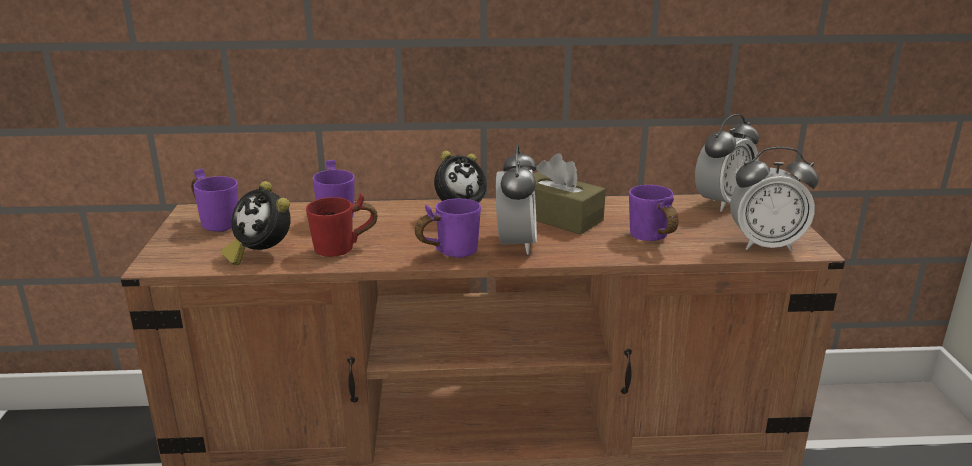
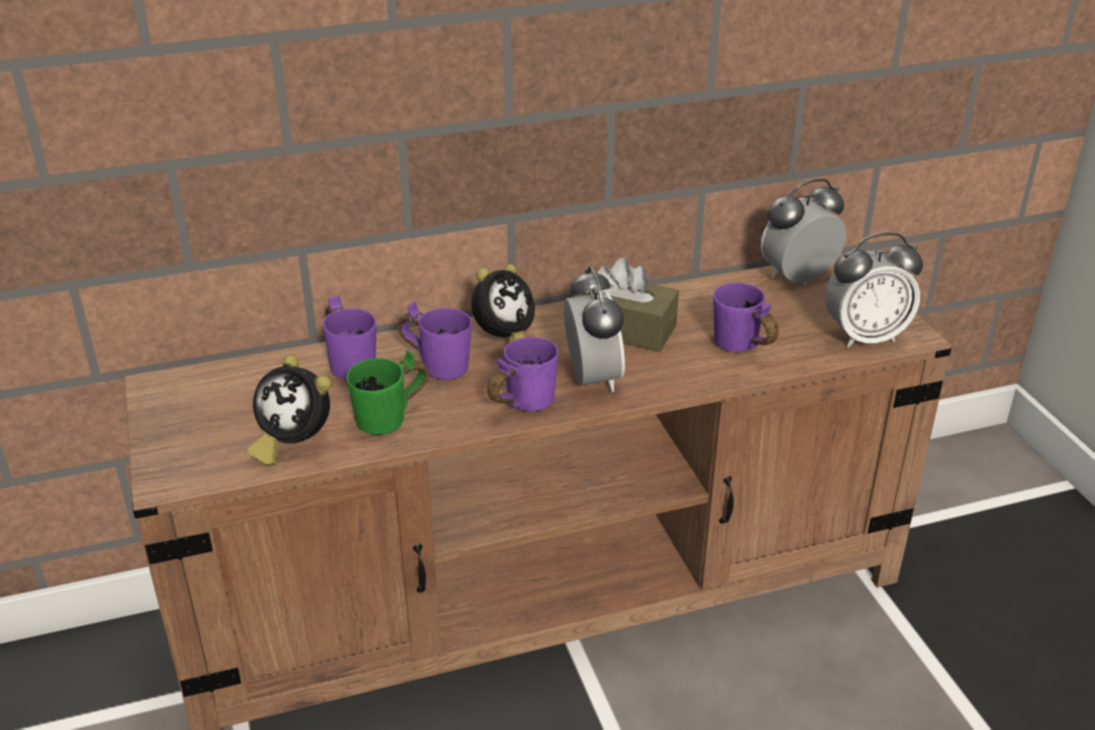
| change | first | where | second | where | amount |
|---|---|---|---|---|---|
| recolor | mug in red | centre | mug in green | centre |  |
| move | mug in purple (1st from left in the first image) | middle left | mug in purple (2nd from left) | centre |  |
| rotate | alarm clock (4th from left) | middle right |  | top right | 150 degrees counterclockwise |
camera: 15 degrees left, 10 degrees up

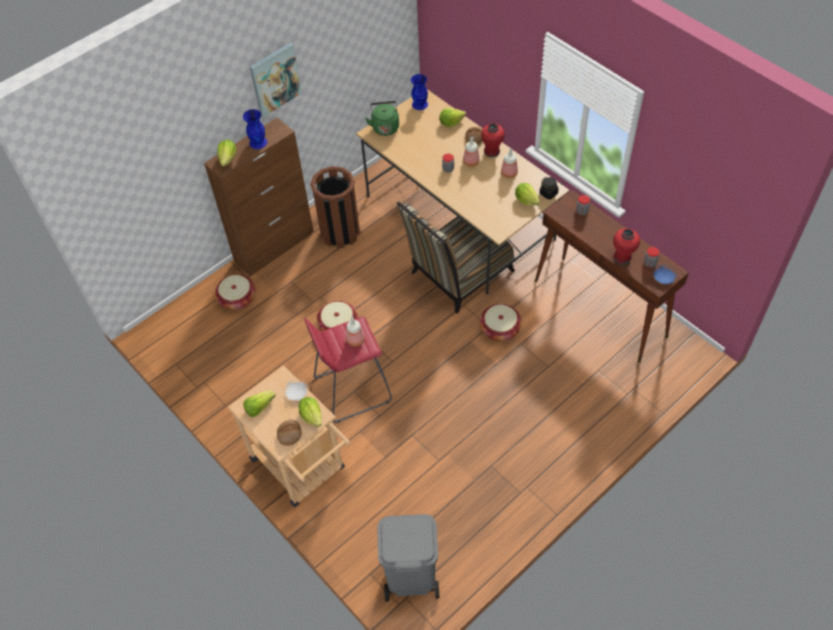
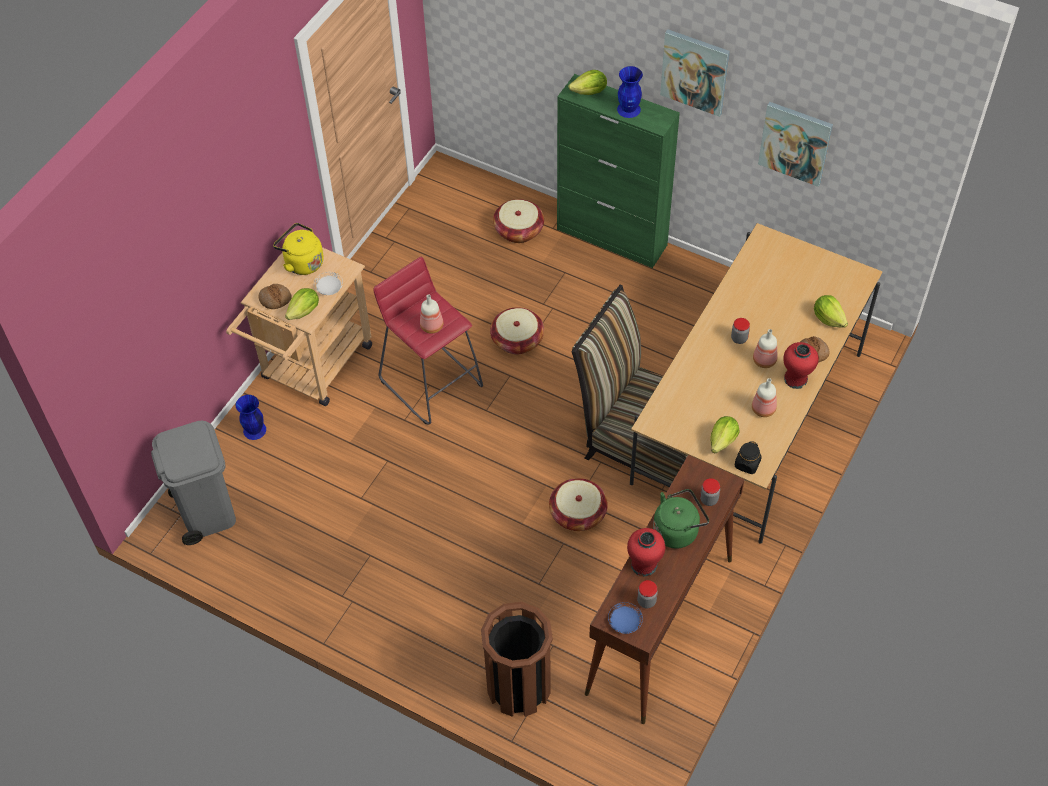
| change | first | where | second | where | amount |
|---|---|---|---|---|---|
| move | vase in blue (2nd from left in the first image) | top centre | vase in blue (1st from left) | middle left |  |
| replace | lettuce (2nd from left) | middle left | kettle in yellow | top left |  |
| move | trash can in brown | top centre |  | bottom centre |  |
| recolor | cabinet in brown | top left | cabinet in green | top centre |  |
| move | kettle in green | top centre |  | centre |  |
| insert |  |  | picture (2nd from left) | top right |  |
camera: 70 degrees right, 0 degrees up

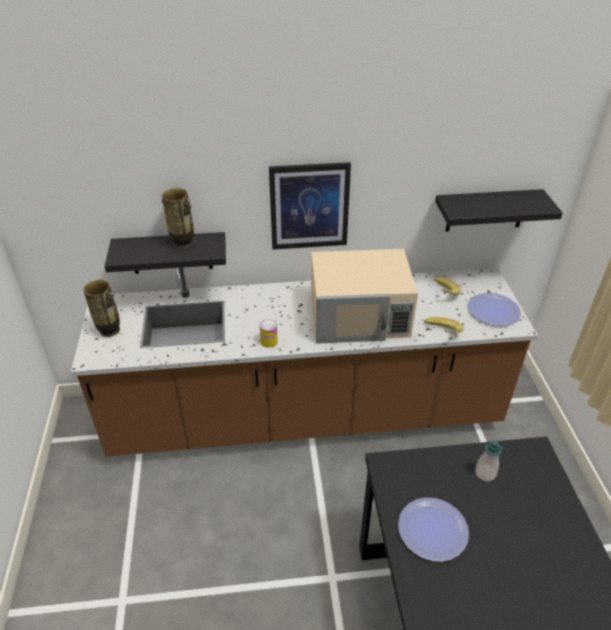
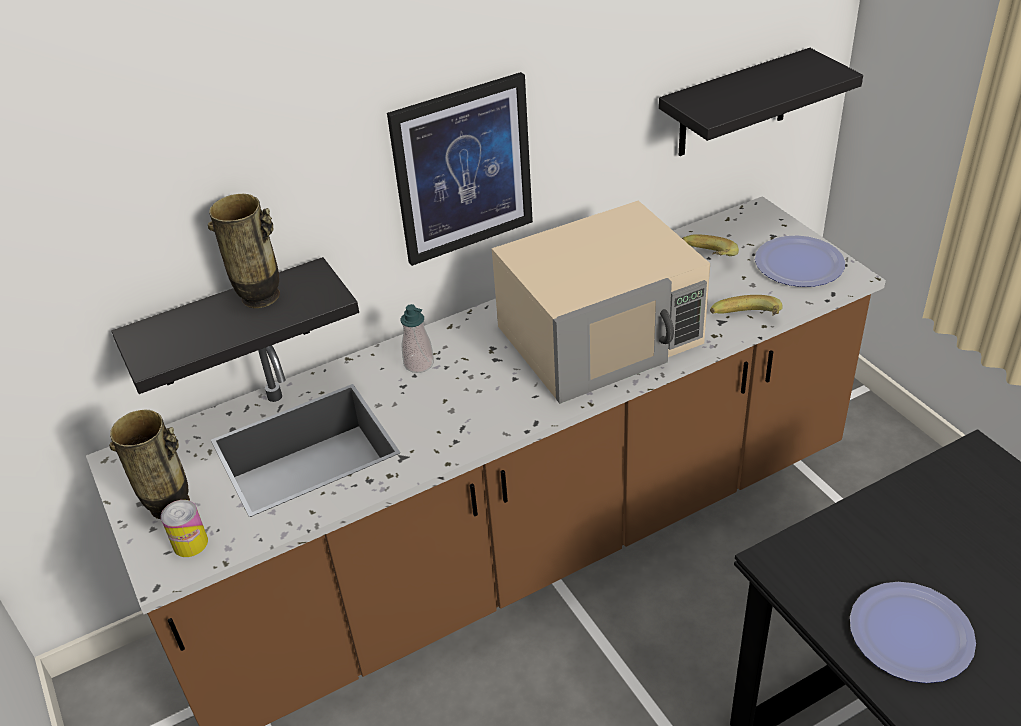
| change | first | where | second | where | amount |
|---|---|---|---|---|---|
| move | can | centre |  | bottom left |  |
| move | soap dispenser | bottom right |  | centre |  |
camera: 20 degrees left, 0 degrees up

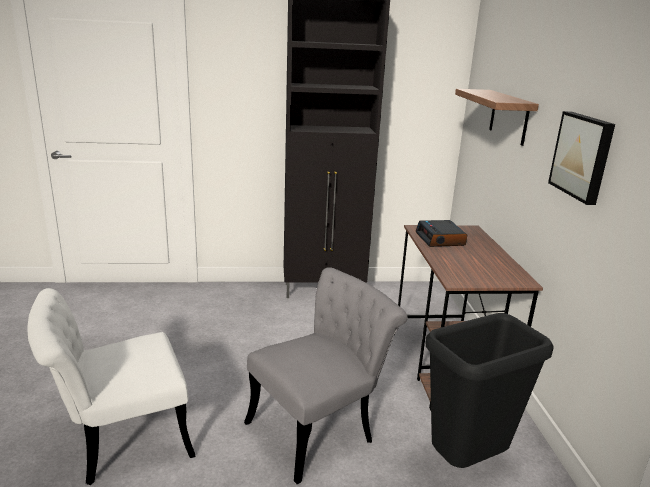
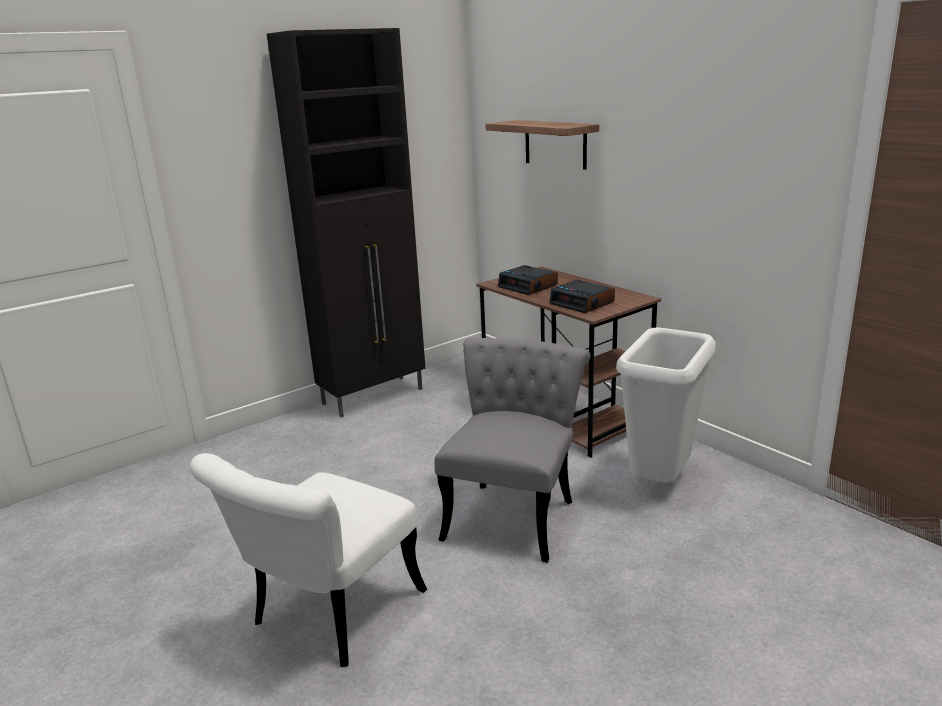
| change | first | where | second | where | amount |
|---|---|---|---|---|---|
| insert |  |  | alarm clock (2nd from left) | centre |  |
| recolor | trash can in black | bottom right | trash can in white | middle right |  |
| delete | picture | top right |  |  |  |
camera: 30 degrees left, 0 degrees up

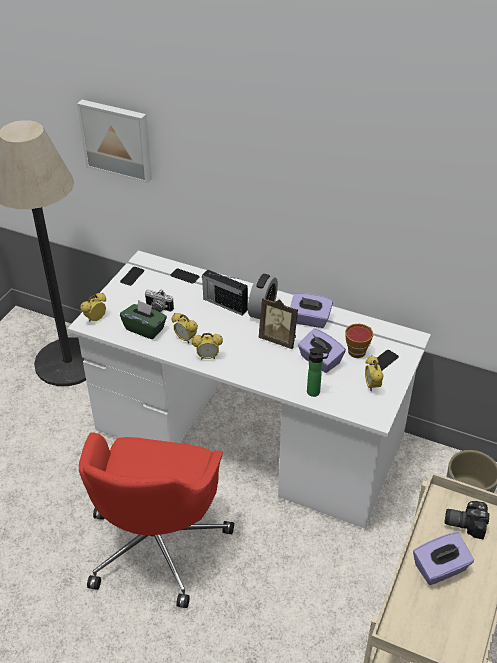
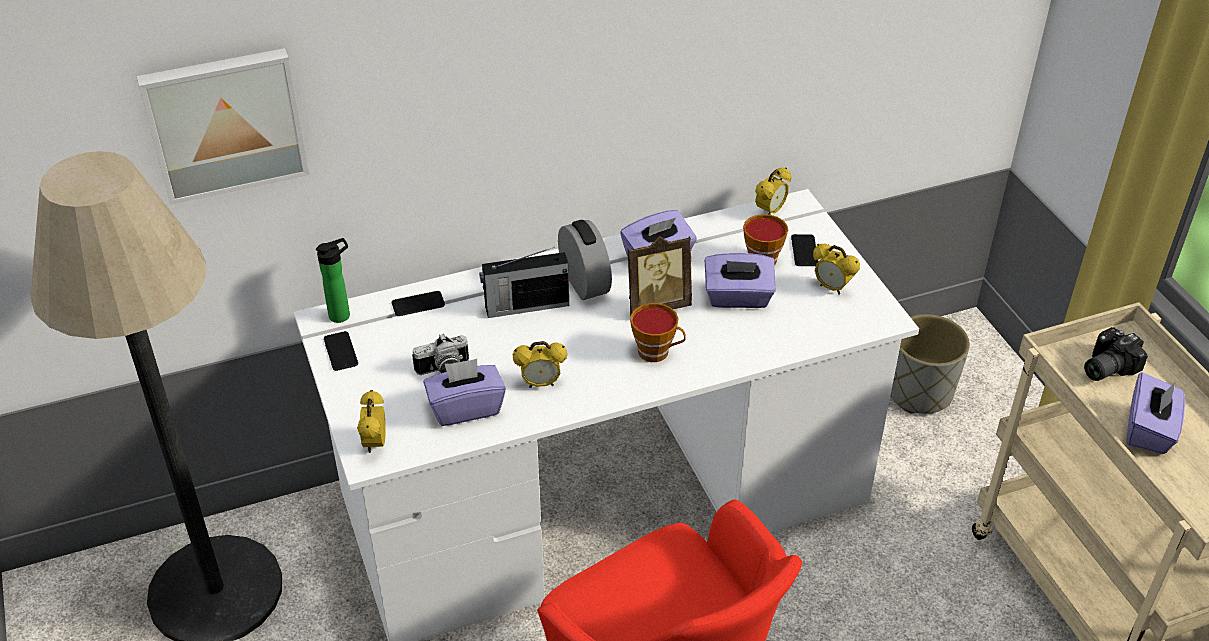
| change | first | where | second | where | amount |
|---|---|---|---|---|---|
| move | bottle | centre |  | middle left |  |
| recolor | tissue box in green | middle left | tissue box in purple (1st from left) | centre |  |
| insert |  |  | cup (1st from left) | centre |  |
| move | alarm clock (3rd from left in the first image) | centre | alarm clock (4th from left) | top centre |  |
camera: 45 degrees left, 0 degrees up

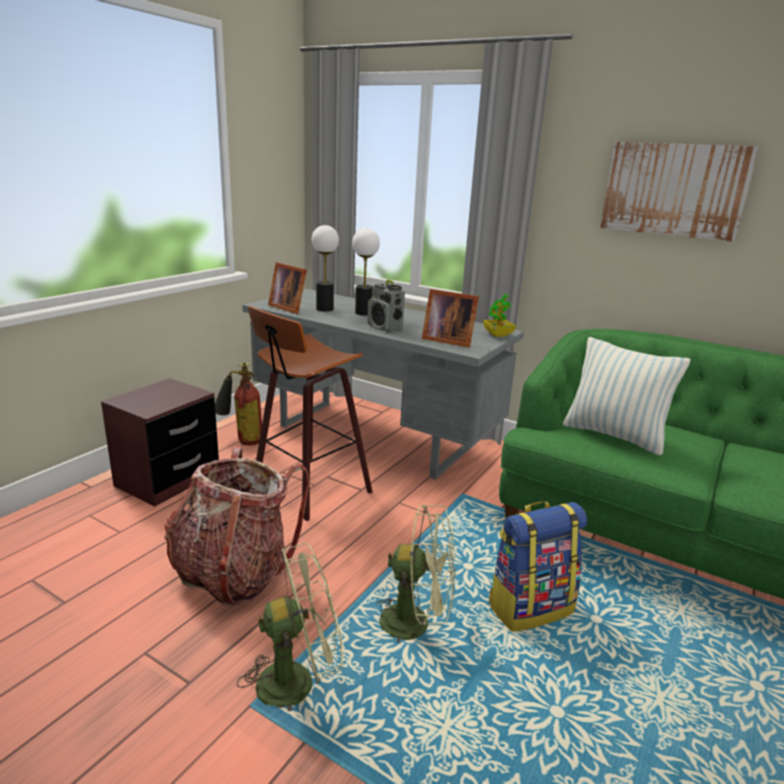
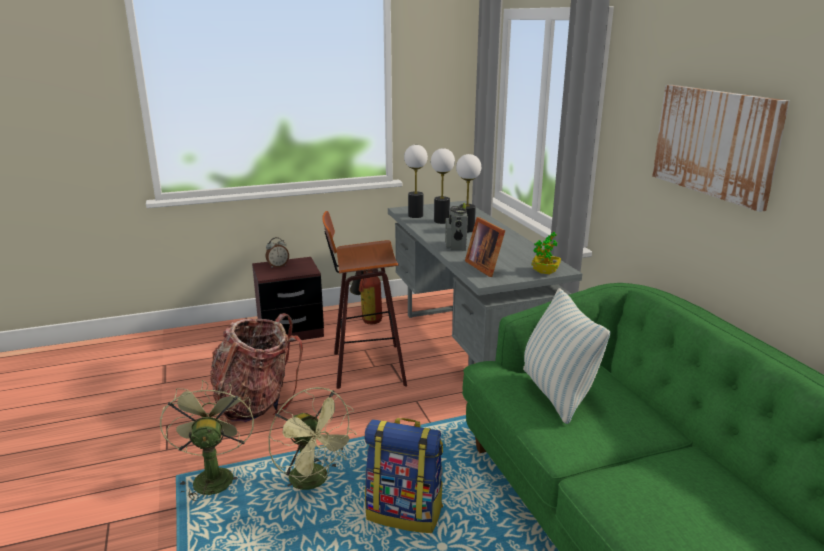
| change | first | where | second | where | amount |
|---|---|---|---|---|---|
| rotate | fan in green (1st from left) | bottom centre |  | bottom left | 120 degrees counterclockwise |
| insert |  |  | alarm clock | centre |  |
| replace | picture frame (1st from left) | centre | table lamp (1st from left) | top centre |  |
camera: 40 degrees right, 0 degrees up

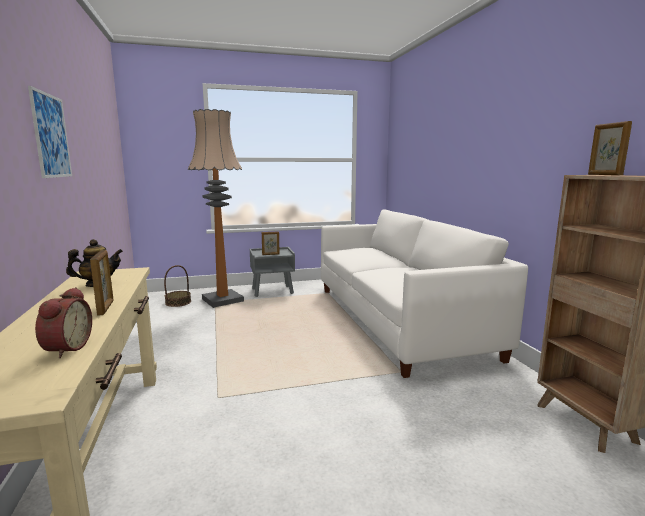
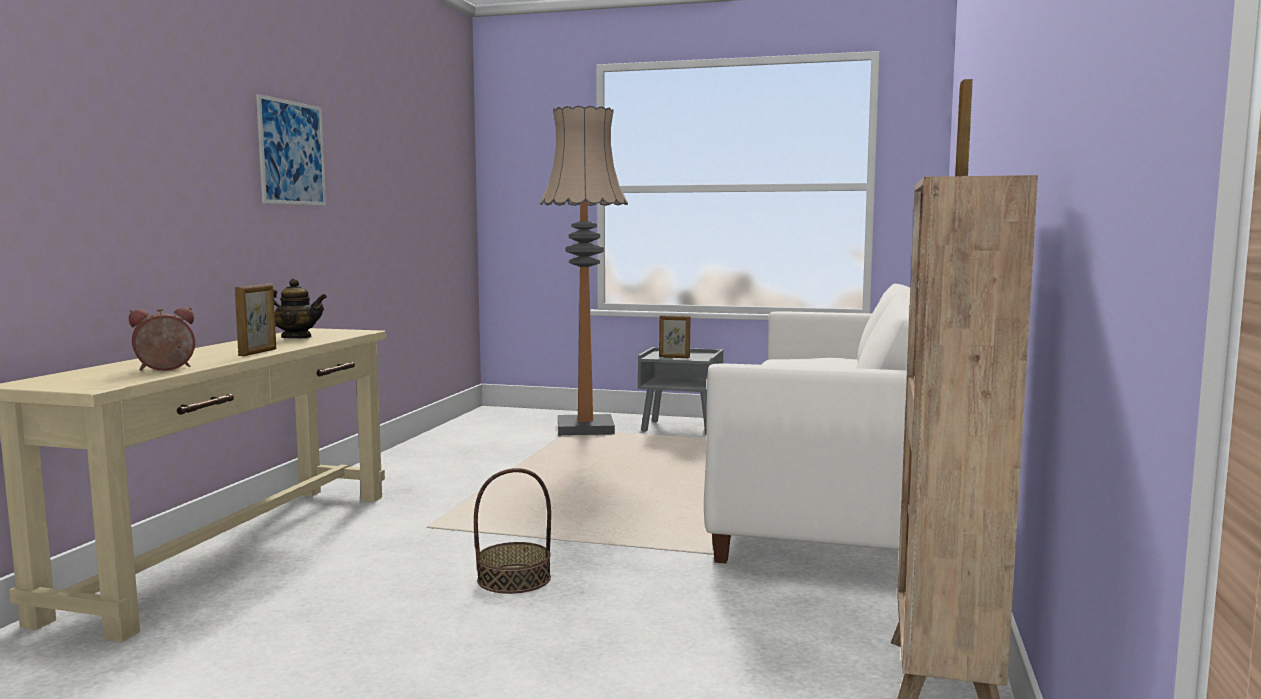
| change | first | where | second | where | amount |
|---|---|---|---|---|---|
| rotate | alarm clock | middle left |  | middle left | 150 degrees counterclockwise |
| move | basket | middle left |  | bottom centre |  |
camera: 30 degrees right, 5 degrees down

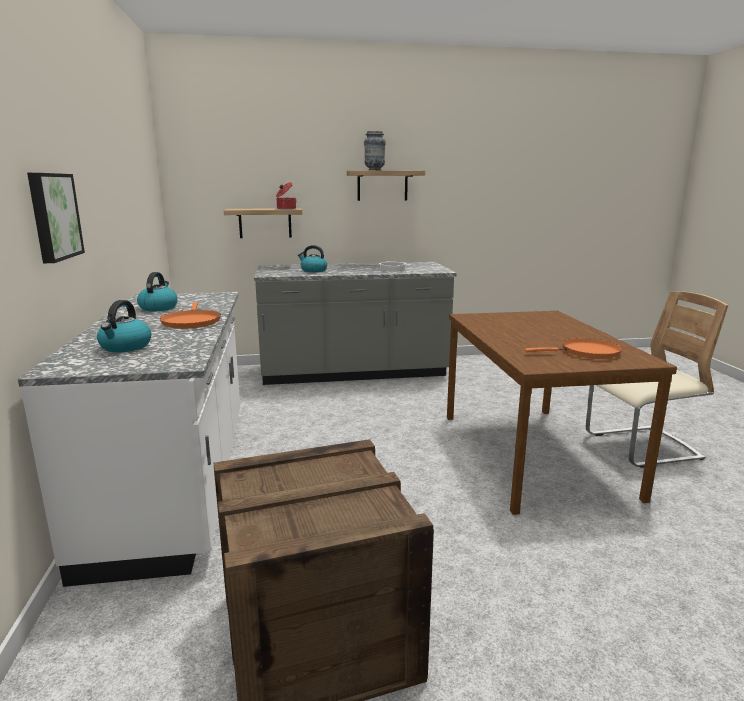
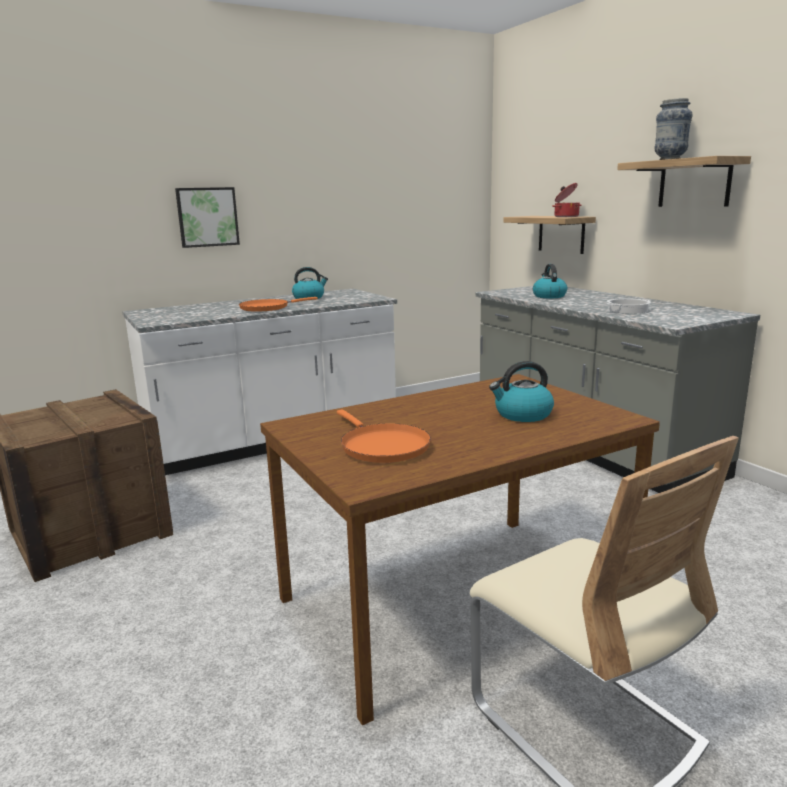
| change | first | where | second | where | amount |
|---|---|---|---|---|---|
| move | kettle (1st from left in the first image) | middle left | kettle (2nd from left) | centre |  |
camera: 70 degrees right, 0 degrees up

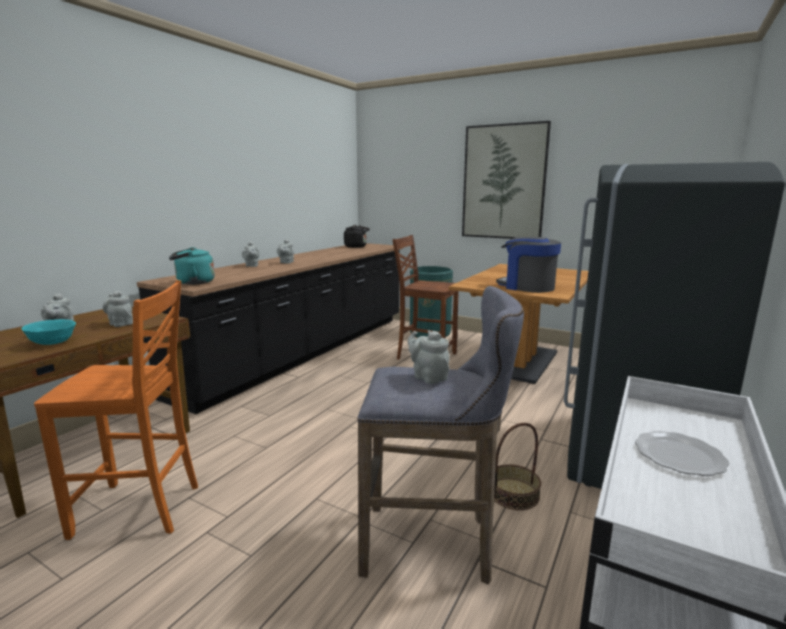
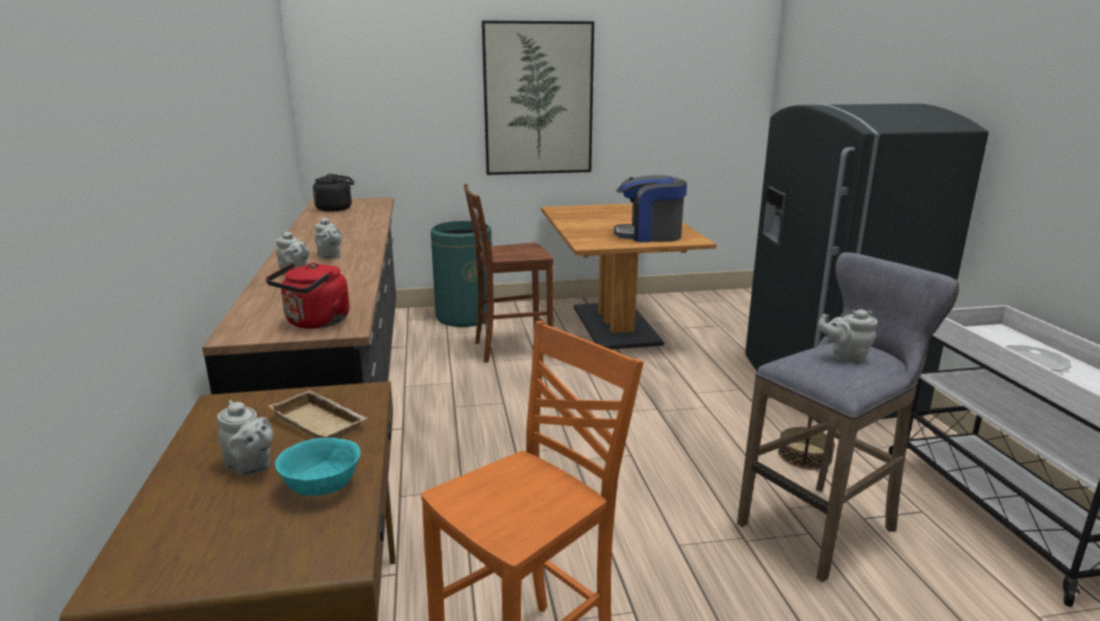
| change | first | where | second | where | amount |
|---|---|---|---|---|---|
| recolor | kettle in turquoise | middle left | kettle in red | middle left |  |
| replace | teapot in grey (2nd from left) | middle left | tray in beige | bottom left |  |
camera: 40 degrees left, 5 degrees up

